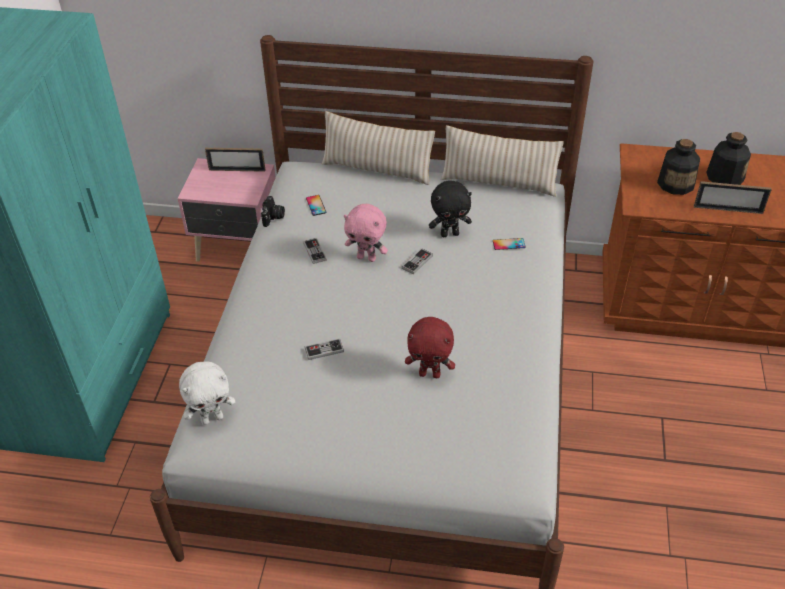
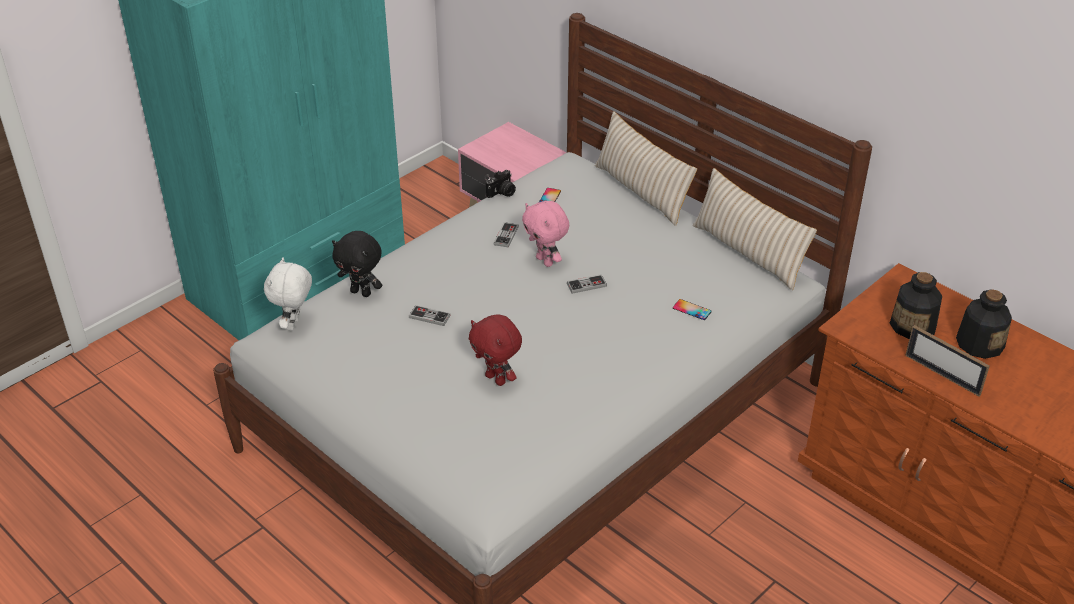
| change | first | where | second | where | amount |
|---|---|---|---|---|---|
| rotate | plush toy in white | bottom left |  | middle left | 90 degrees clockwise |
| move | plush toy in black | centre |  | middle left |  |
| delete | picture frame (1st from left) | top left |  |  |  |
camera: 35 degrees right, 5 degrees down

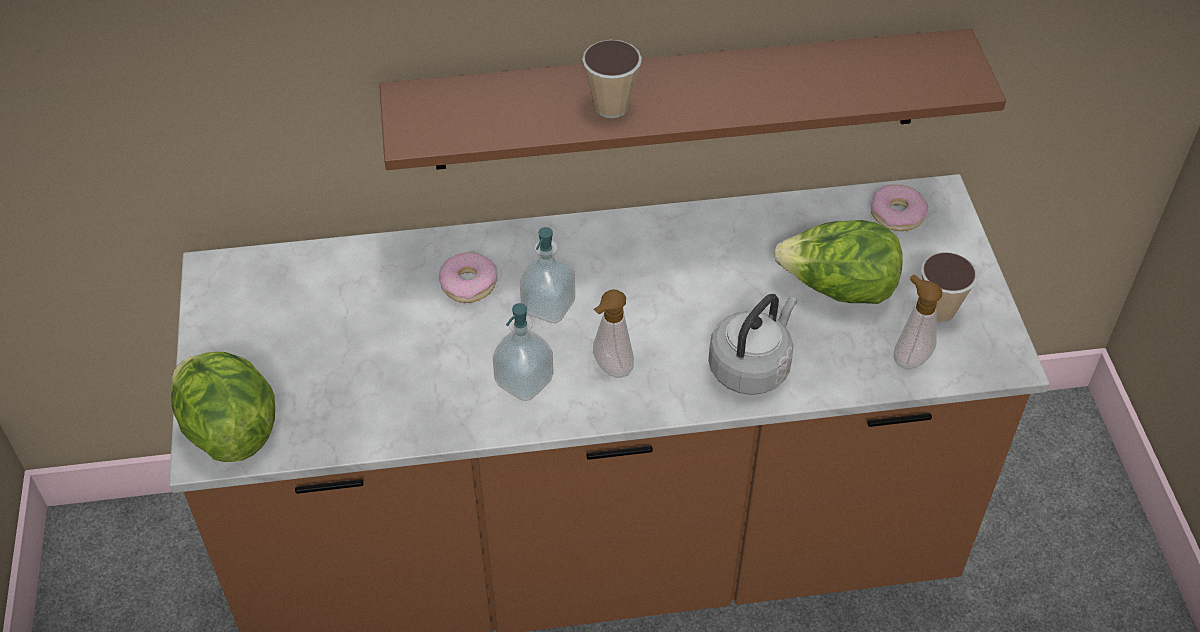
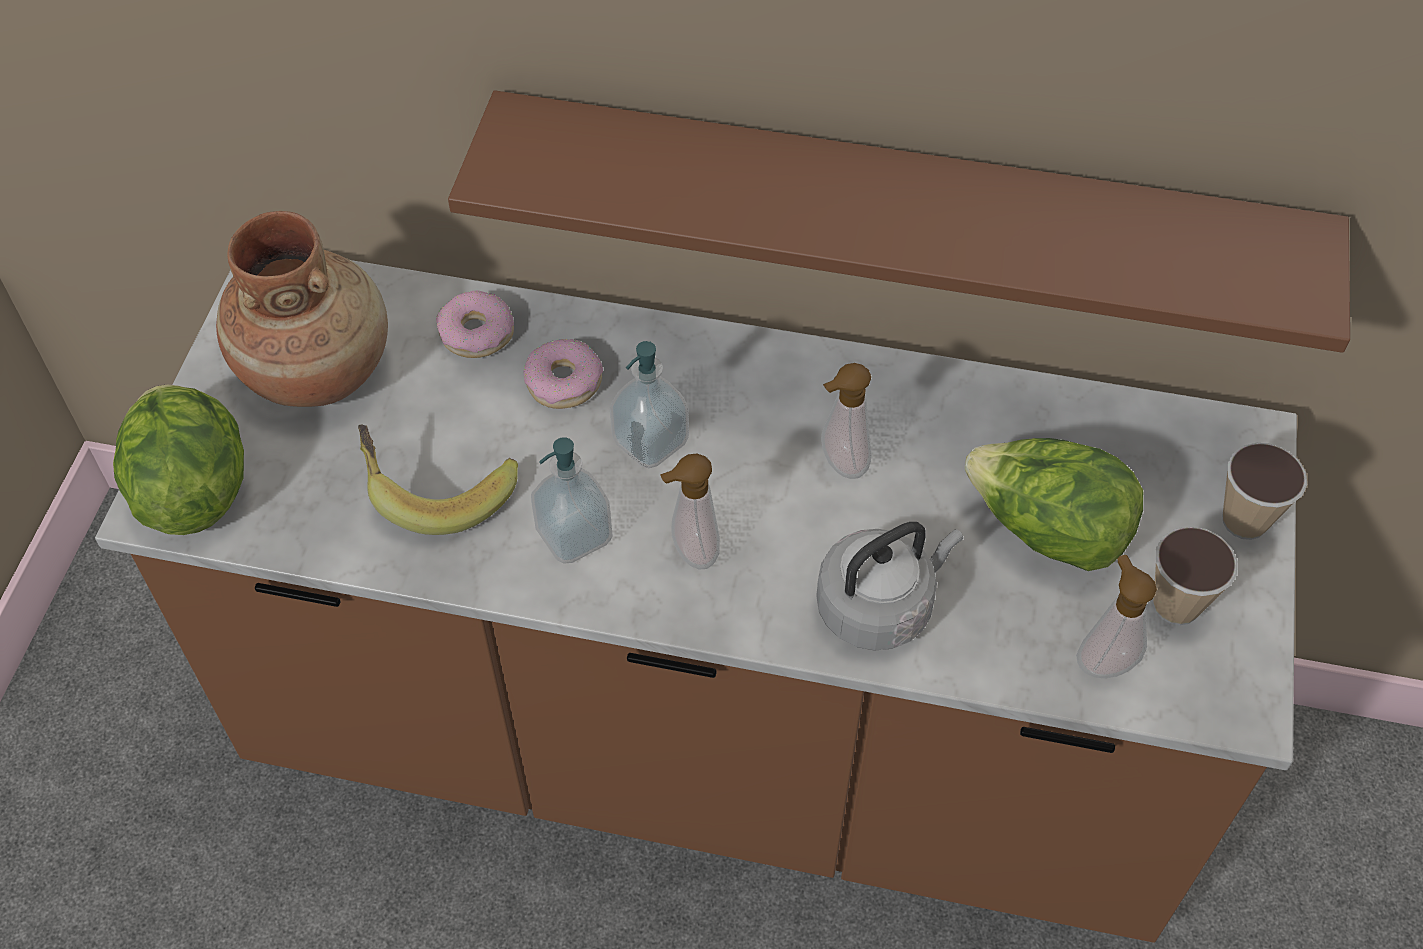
| change | first | where | second | where | amount |
|---|---|---|---|---|---|
| insert |  |  | vase in brown | top left |  |
| insert |  |  | banana | middle left |  |
| move | donut (2nd from left in the first image) | top right | donut (1st from left) | centre |  |
| insert |  |  | soap dispenser (4th from left) | centre |  |
| move | cup (1st from left in the first image) | top centre | cup (2nd from left) | middle right |  |
camera: 20 degrees right, 5 degrees up

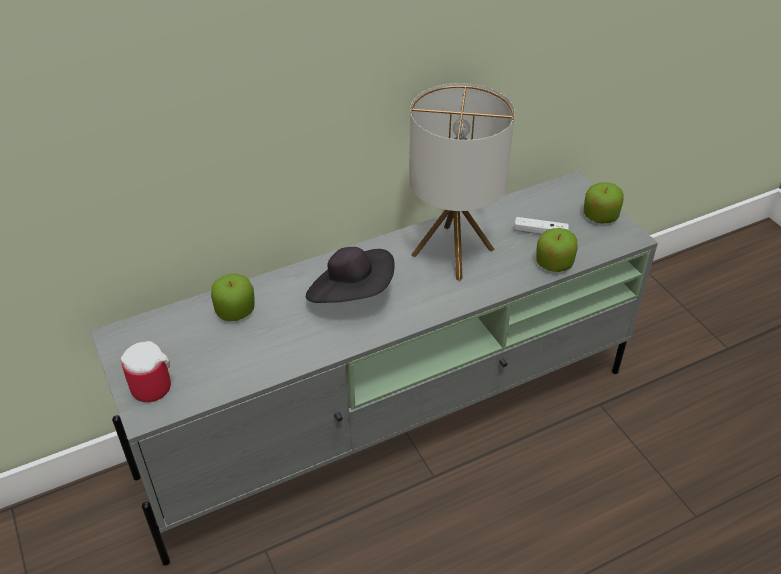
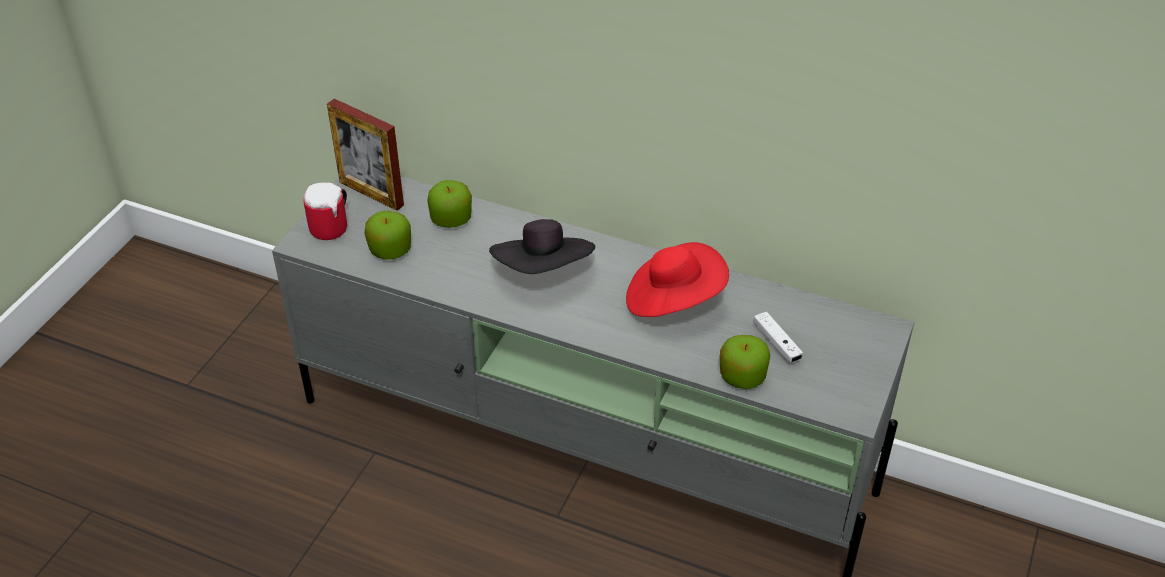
| change | first | where | second | where | amount |
|---|---|---|---|---|---|
| insert |  |  | picture frame | top left |  |
| move | apple (3rd from left in the first image) | middle right | apple (1st from left) | middle left |  |
| replace | table lamp | top centre | hat in red | centre |  |
camera: 50 degrees right, 0 degrees up

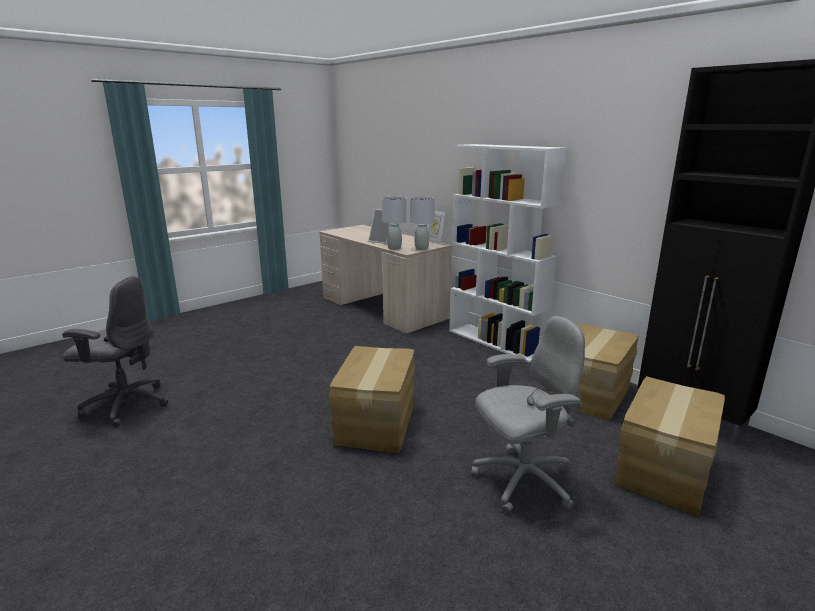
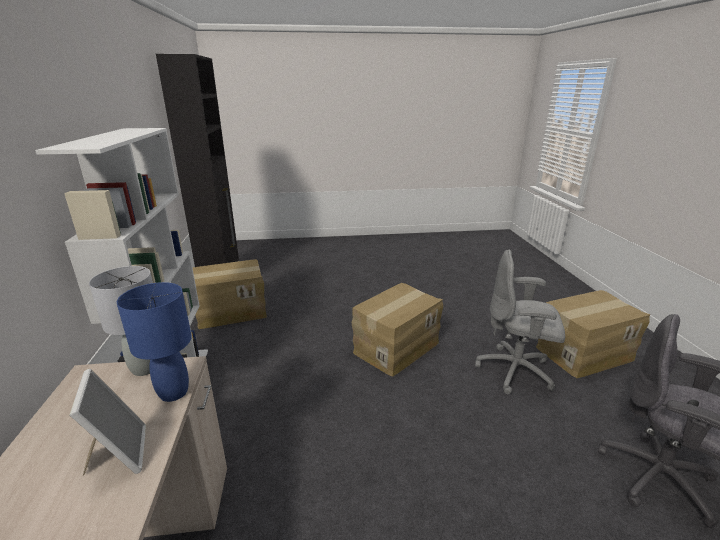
| change | first | where | second | where | amount |
|---|---|---|---|---|---|
| recolor | table lamp in grey (1st from left) | centre | table lamp in blue | middle left |  |
| move | office chair in grey (2nd from left in the first image) | bottom centre | office chair in grey (1st from left) | middle right |  |
| move | cardboard box (3rd from left) | bottom right |  | middle right |  |
| delete | picture frame (2nd from left) | centre |  |  |  |
camera: 145 degrees left, 5 degrees up

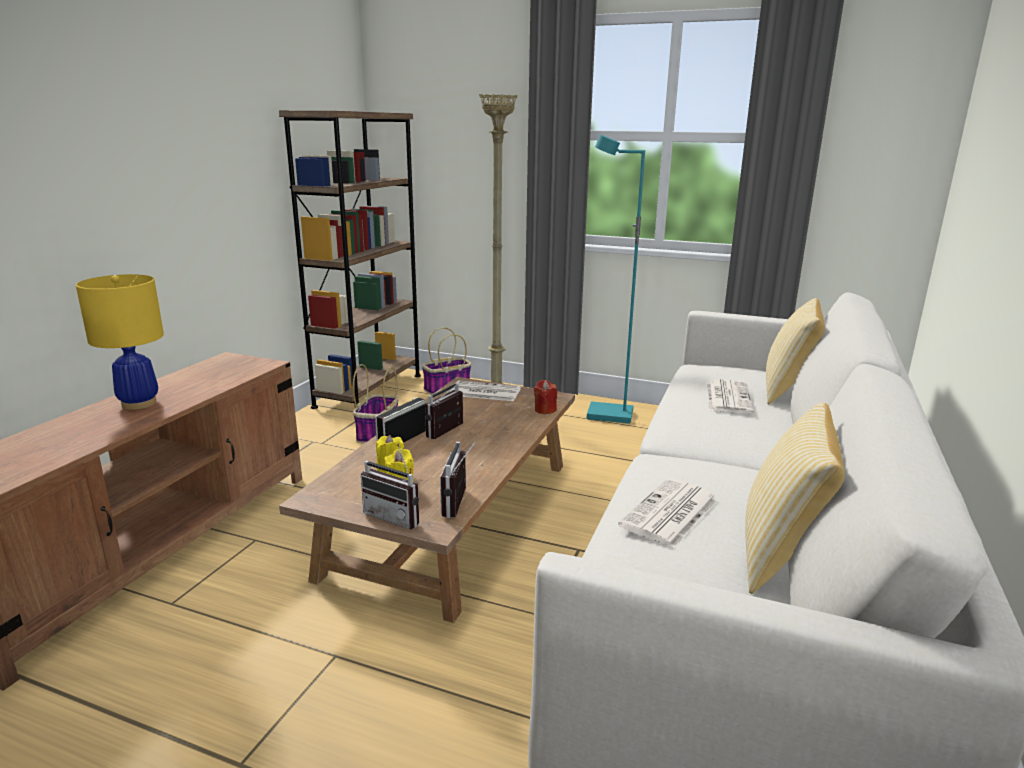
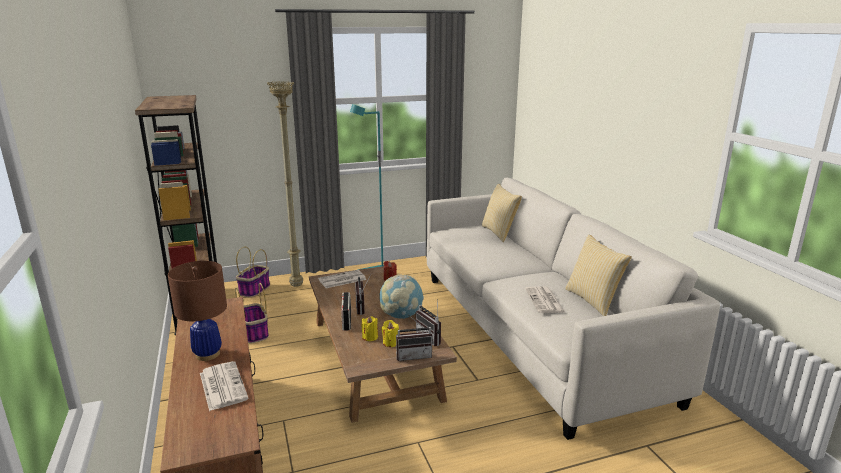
| change | first | where | second | where | amount |
|---|---|---|---|---|---|
| recolor | table lamp in yellow | middle left | table lamp in brown | middle left |  |
| move | newspaper (3rd from left in the first image) | middle right | newspaper (1st from left) | bottom left |  |
| insert |  |  | globe | centre |  |
camera: 40 degrees left, 0 degrees up

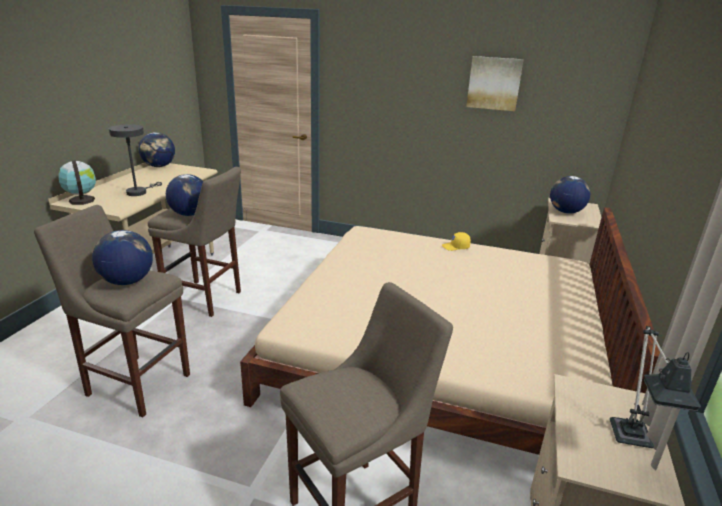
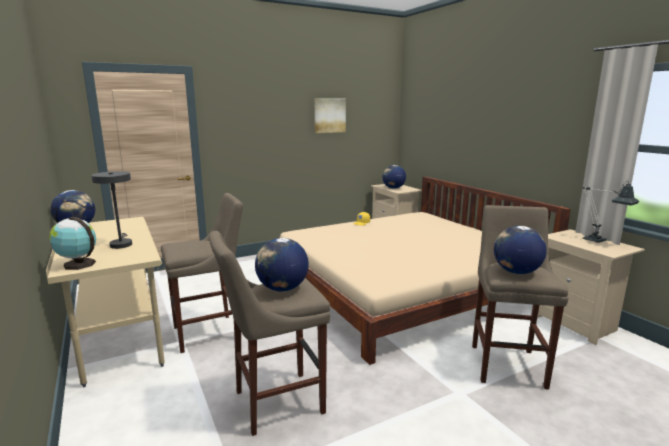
| change | first | where | second | where | amount |
|---|---|---|---|---|---|
| move | globe (4th from left in the first image) | middle left | globe (5th from left) | middle right |  |
camera: 45 degrees left, 10 degrees down

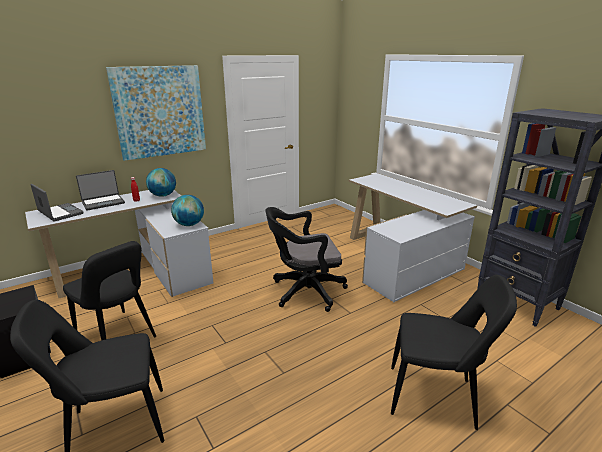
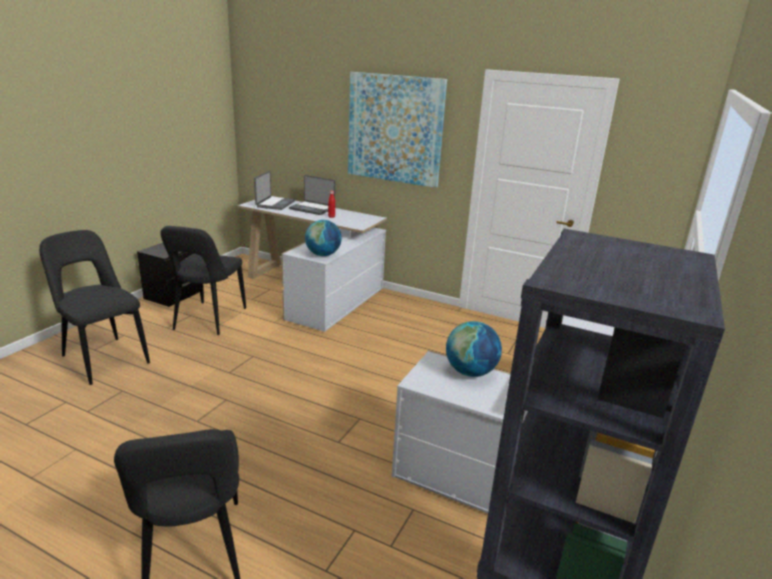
| change | first | where | second | where | amount |
|---|---|---|---|---|---|
| move | globe (1st from left in the first image) | middle left | globe (2nd from left) | centre |  |
| delete | office chair in black | centre |  |  |  |
camera: 60 degrees right, 0 degrees up

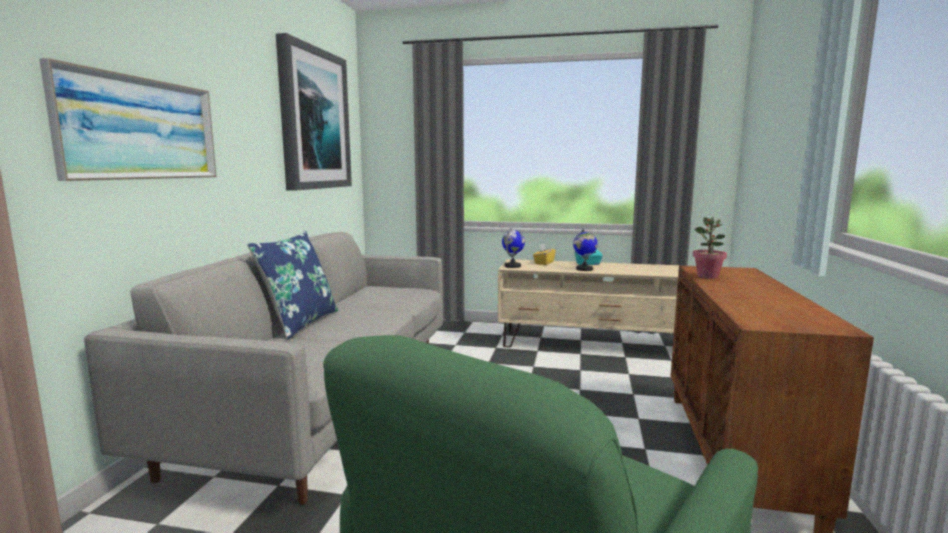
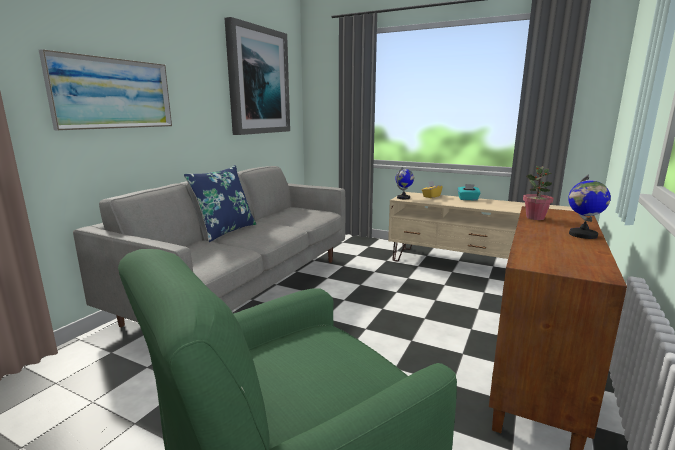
| change | first | where | second | where | amount |
|---|---|---|---|---|---|
| move | globe (2nd from left) | centre |  | middle right |  |
camera: 15 degrees right, 5 degrees up

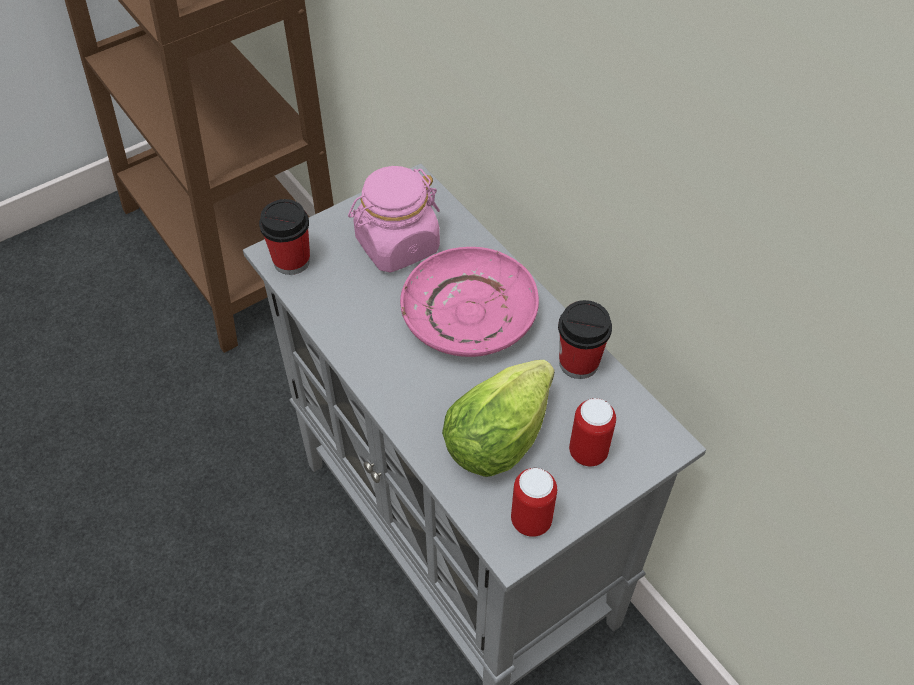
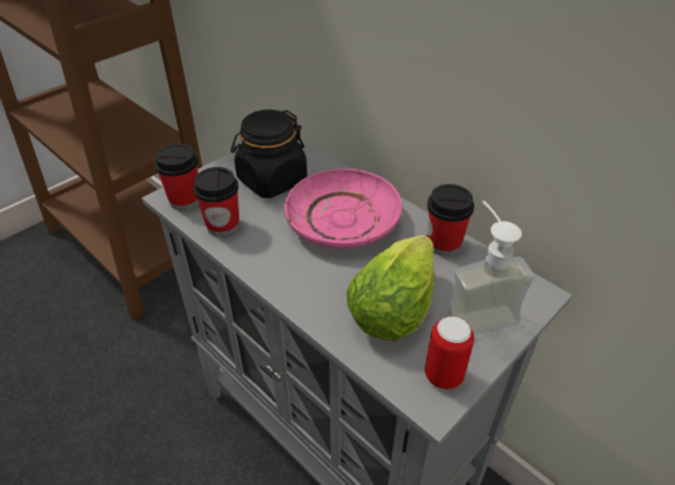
| change | first | where | second | where | amount |
|---|---|---|---|---|---|
| insert |  |  | cup (2nd from left) | middle left |  |
| recolor | jar in pink | top centre | jar in black | top centre |  |
| replace | can (2nd from left) | centre | soap dispenser | middle right |  |
camera: 10 degrees left, 10 degrees down

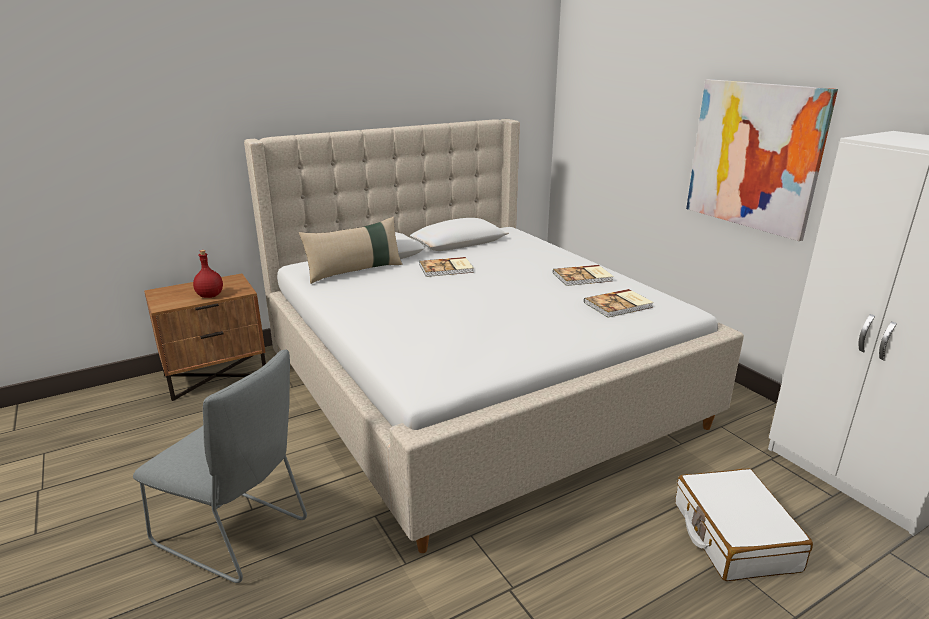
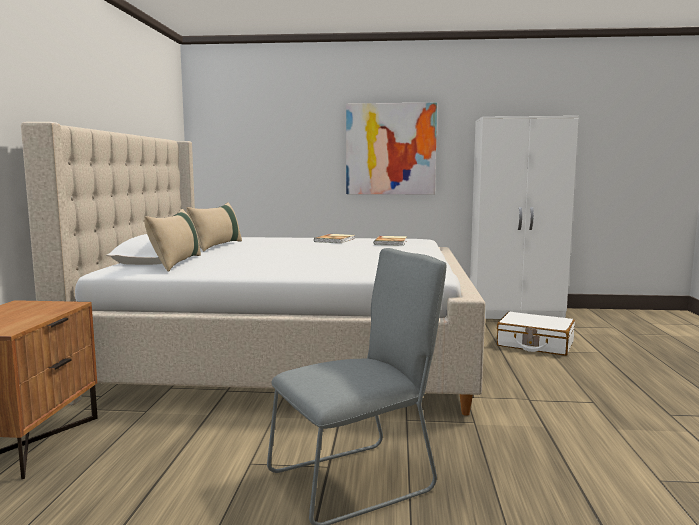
| change | first | where | second | where | amount |
|---|---|---|---|---|---|
| insert |  |  | pillow in beige (2nd from left) | middle left |  |
| delete | bottle in red | middle left |  |  |  |
| delete | book (1st from left) | centre |  |  |  |
camera: 55 degrees left, 15 degrees down

